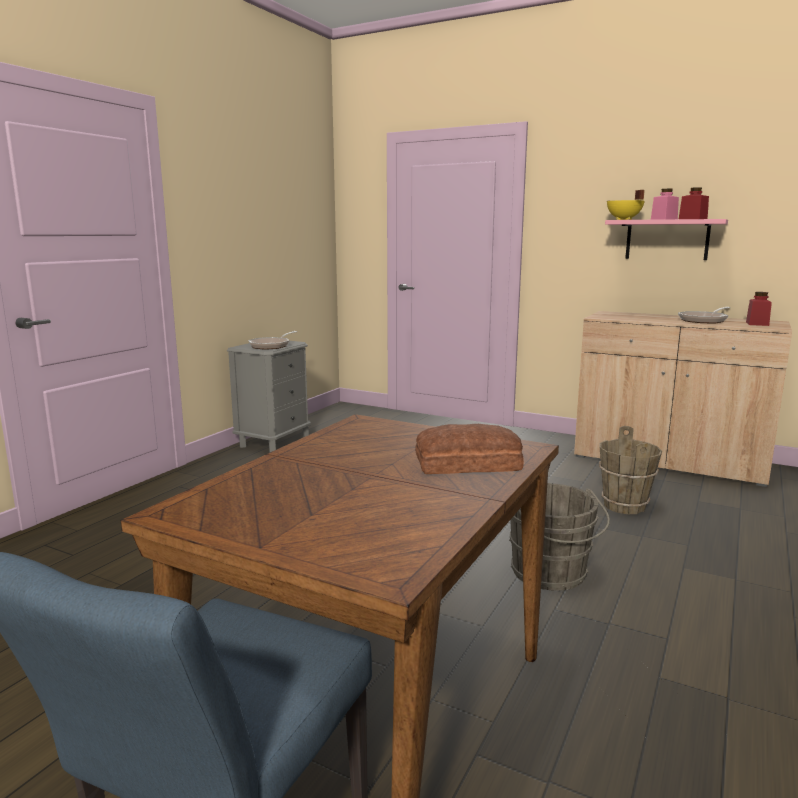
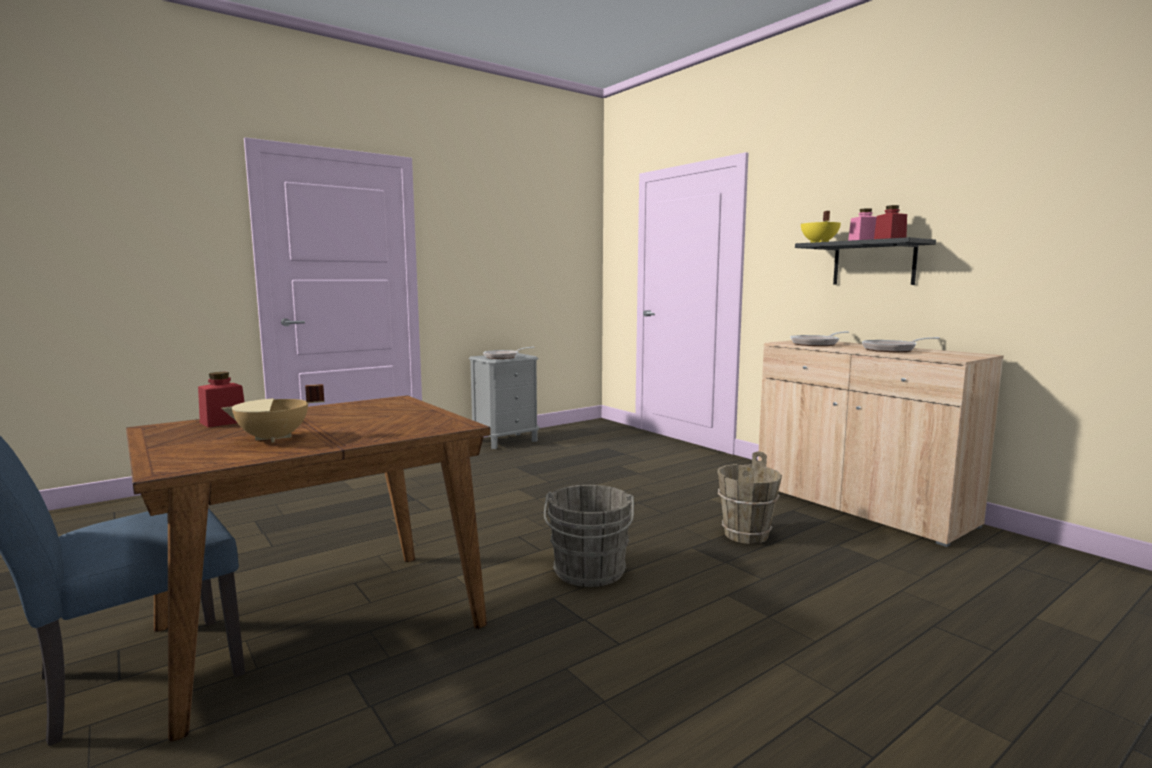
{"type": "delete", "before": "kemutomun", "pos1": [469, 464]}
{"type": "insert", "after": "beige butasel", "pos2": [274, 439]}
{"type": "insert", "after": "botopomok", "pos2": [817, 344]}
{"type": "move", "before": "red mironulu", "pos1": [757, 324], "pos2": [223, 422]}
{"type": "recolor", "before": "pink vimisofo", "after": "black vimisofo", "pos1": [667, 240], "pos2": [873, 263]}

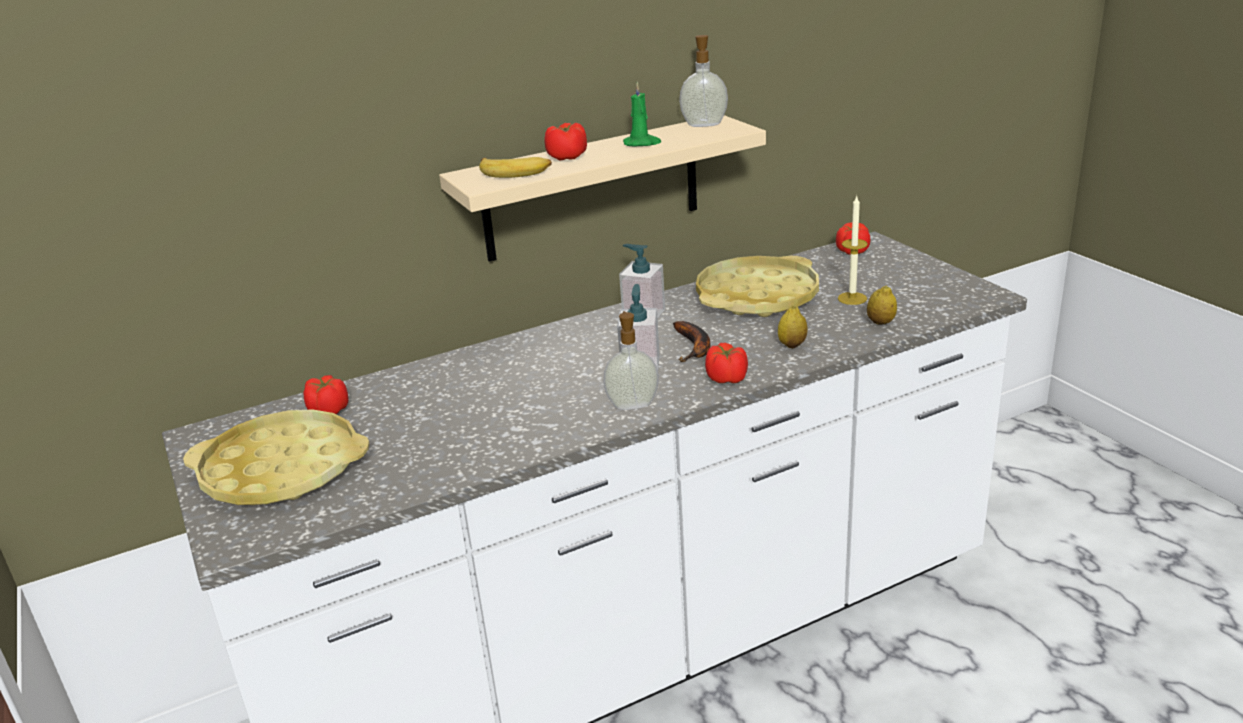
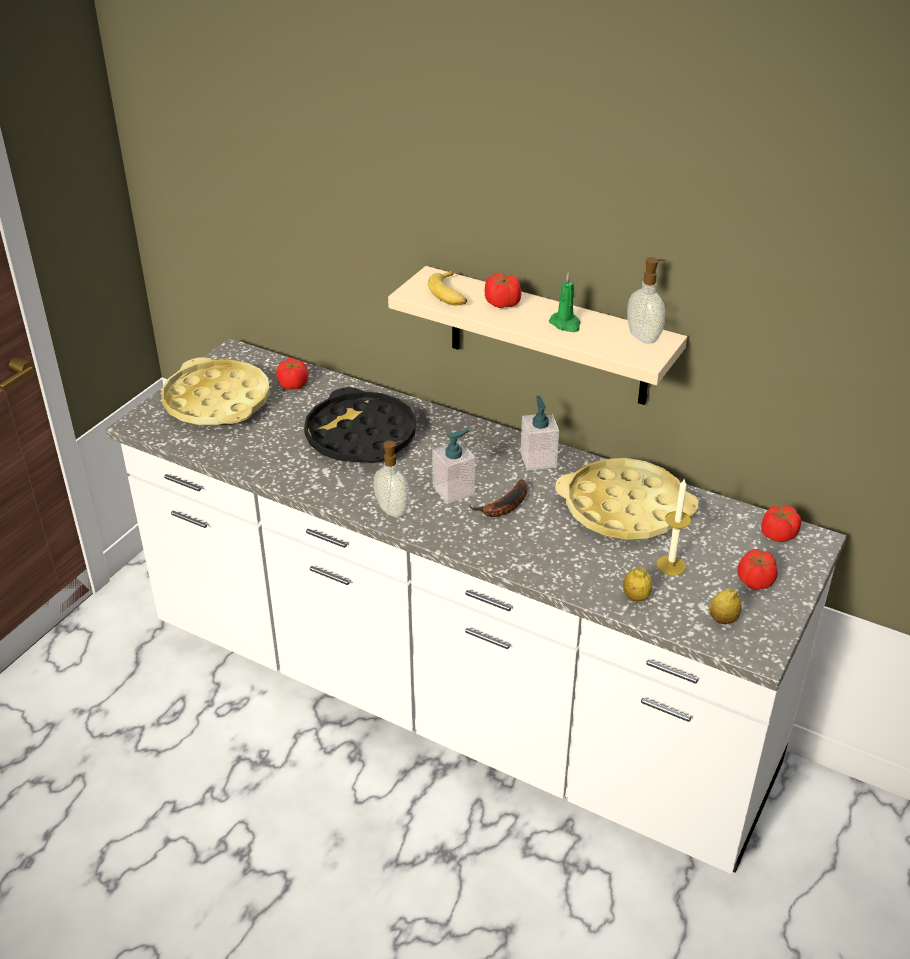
{"type": "insert", "after": "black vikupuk", "pos2": [360, 436]}
{"type": "move", "before": "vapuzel", "pos1": [727, 379], "pos2": [755, 581]}
{"type": "move", "before": "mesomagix", "pos1": [792, 345], "pos2": [723, 620]}

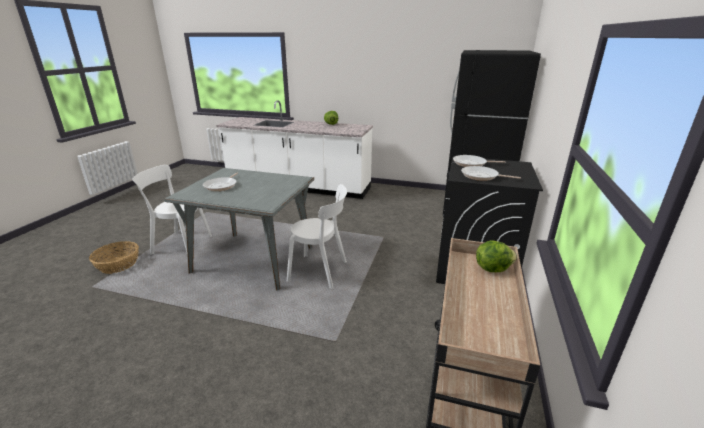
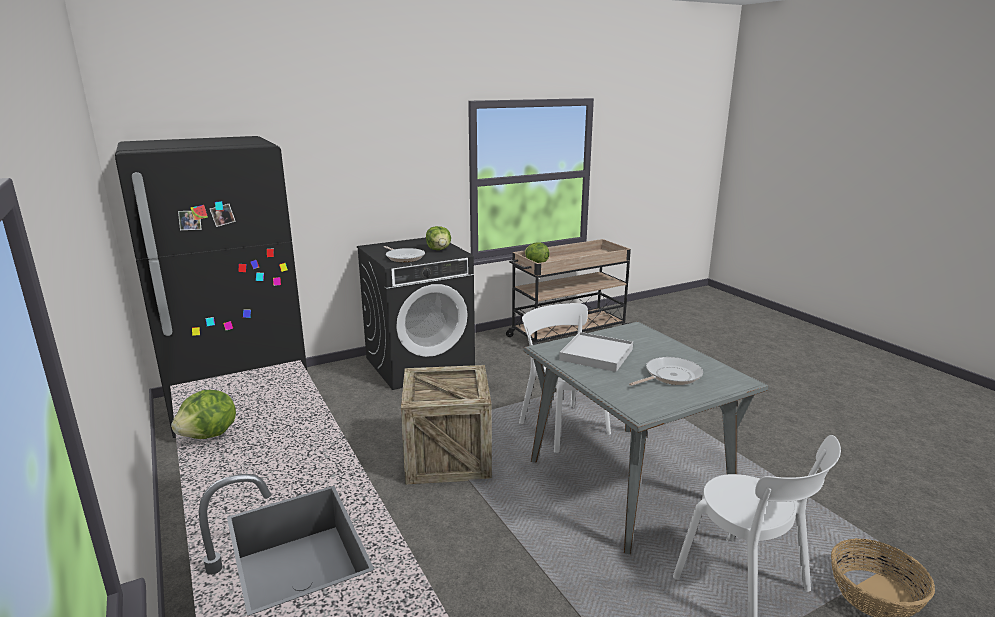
{"type": "insert", "after": "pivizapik", "pos2": [448, 457]}
{"type": "insert", "after": "white vikupuk", "pos2": [596, 355]}
{"type": "replace", "before": "botopomok", "after": "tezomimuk", "pos1": [482, 176], "pos2": [439, 249]}

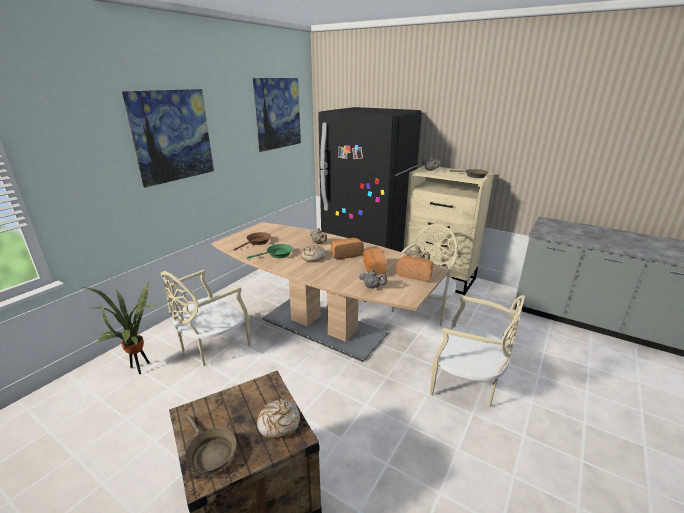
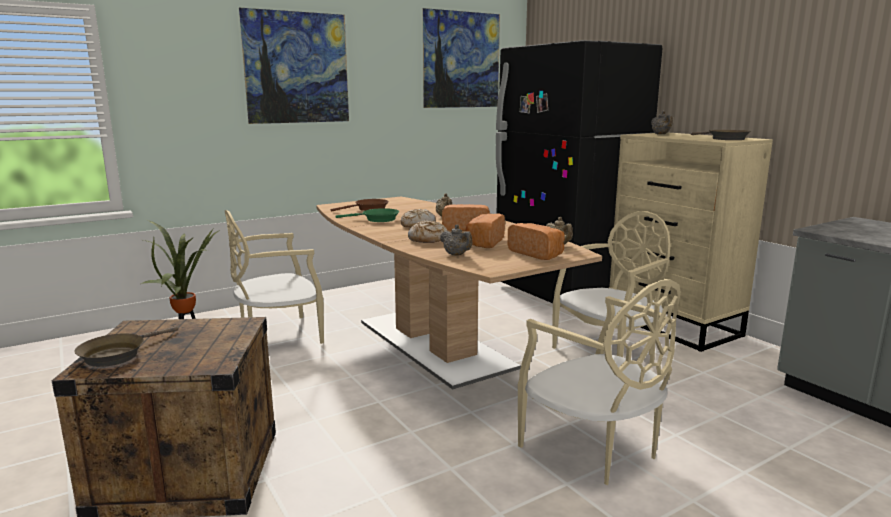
{"type": "move", "before": "kemutomun", "pos1": [279, 423], "pos2": [428, 239]}
{"type": "rotate", "before": "brown botopomok", "pos1": [210, 452], "pos2": [117, 354], "turn": 45}

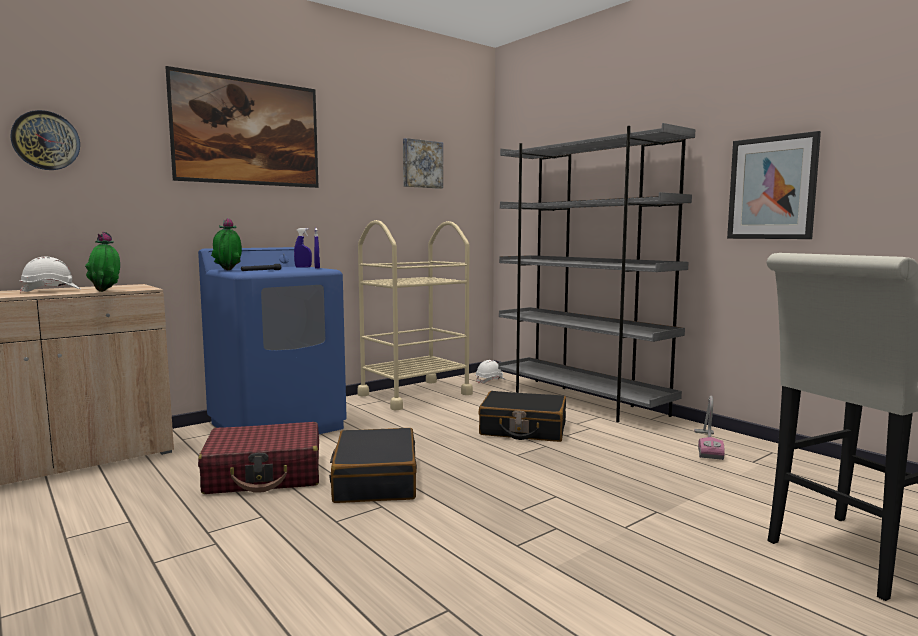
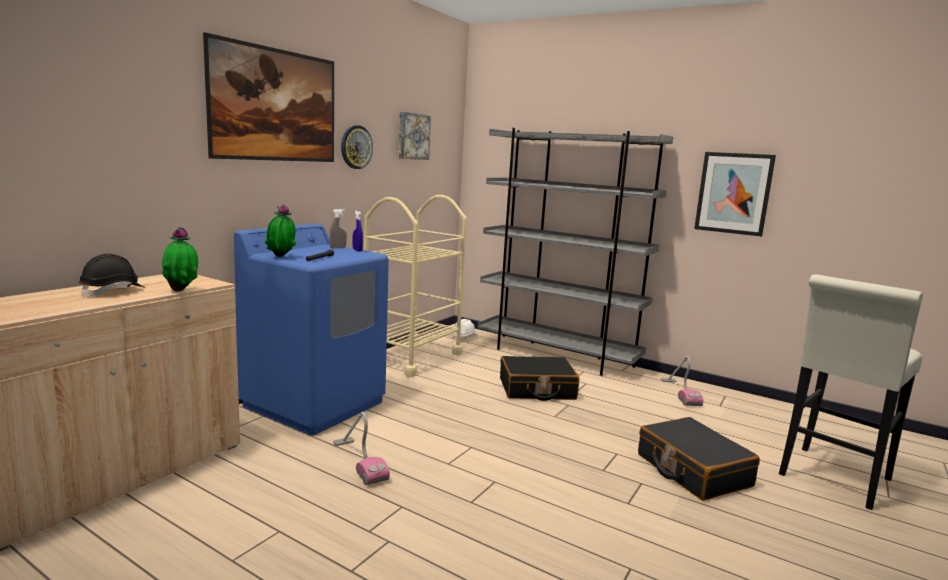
{"type": "move", "before": "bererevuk", "pos1": [46, 140], "pos2": [356, 147]}
{"type": "move", "before": "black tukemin", "pos1": [375, 480], "pos2": [692, 470]}
{"type": "replace", "before": "red tukemin", "after": "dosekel", "pos1": [265, 474], "pos2": [359, 461]}
{"type": "recolor", "before": "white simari", "after": "black simari", "pos1": [51, 291], "pos2": [113, 291]}
{"type": "recolor", "before": "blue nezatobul", "after": "grey nezatobul", "pos1": [303, 267], "pos2": [338, 248]}

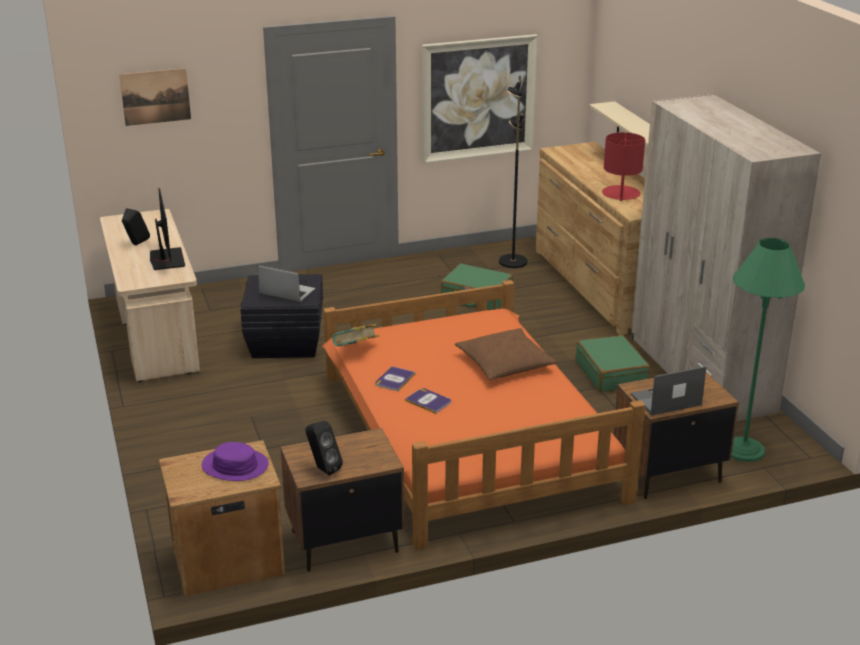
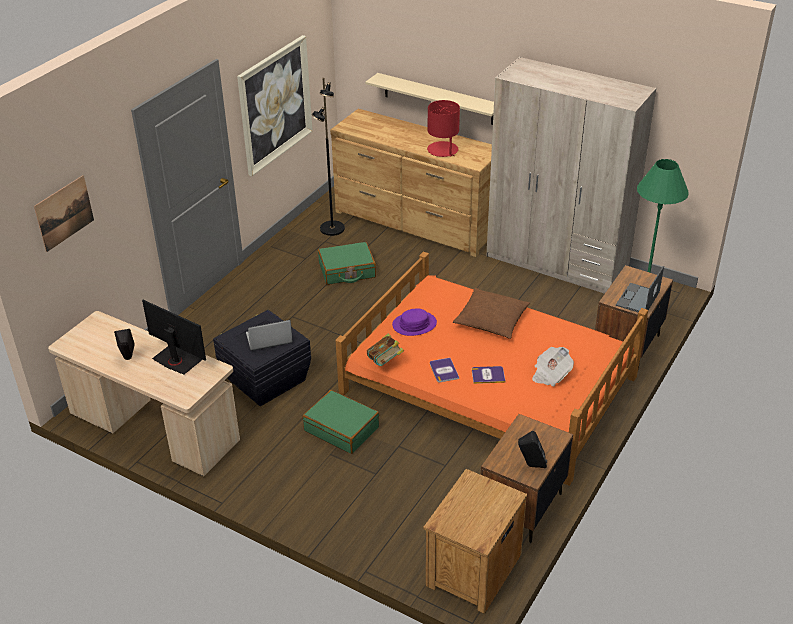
{"type": "insert", "after": "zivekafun", "pos2": [550, 375]}
{"type": "move", "before": "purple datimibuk", "pos1": [235, 466], "pos2": [414, 324]}
{"type": "move", "before": "green tukemin", "pos1": [611, 373], "pos2": [342, 429]}

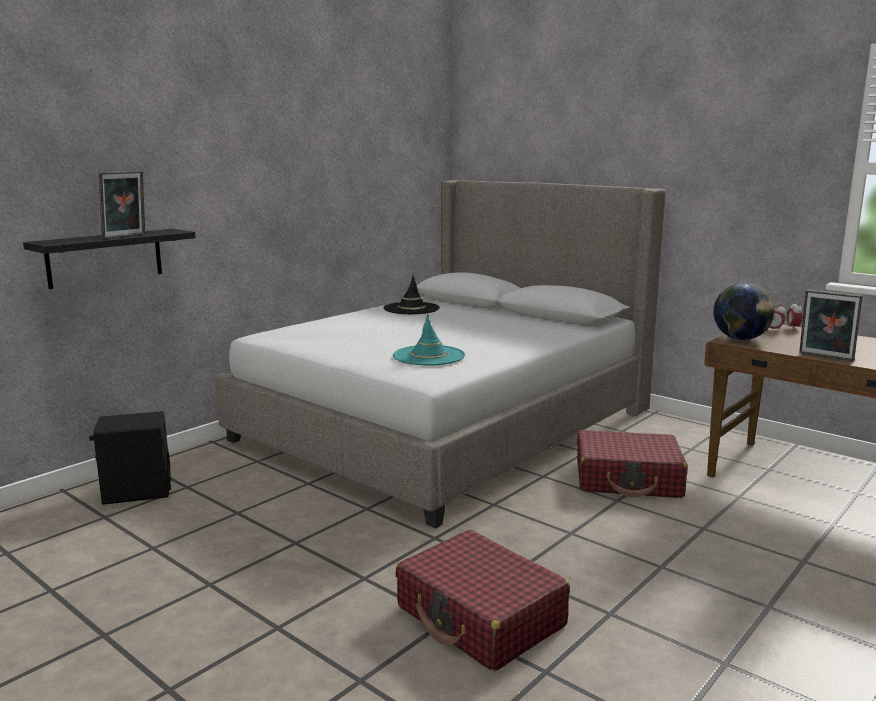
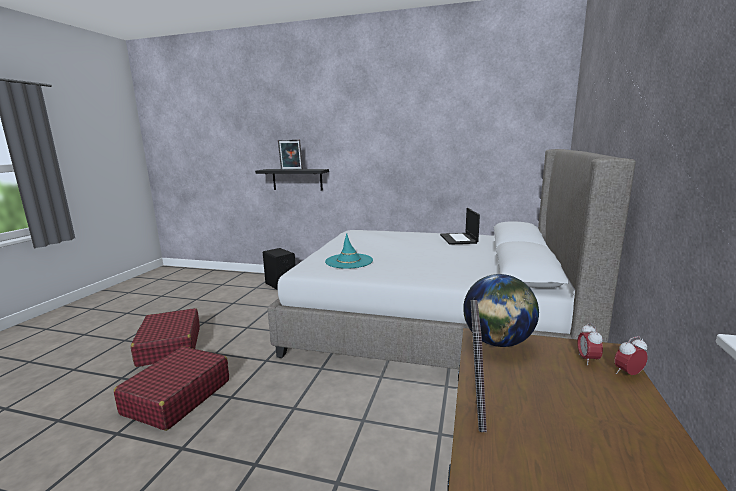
{"type": "move", "before": "red tukemin", "pos1": [628, 479], "pos2": [170, 346]}
{"type": "replace", "before": "black datimibuk", "after": "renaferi", "pos1": [411, 308], "pos2": [459, 239]}

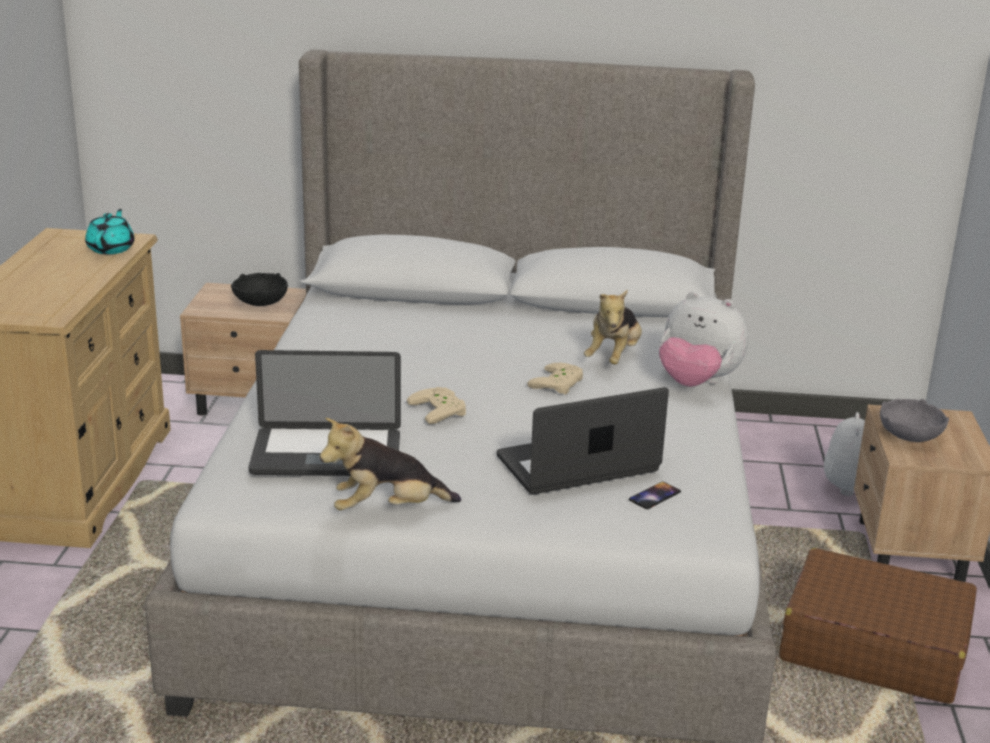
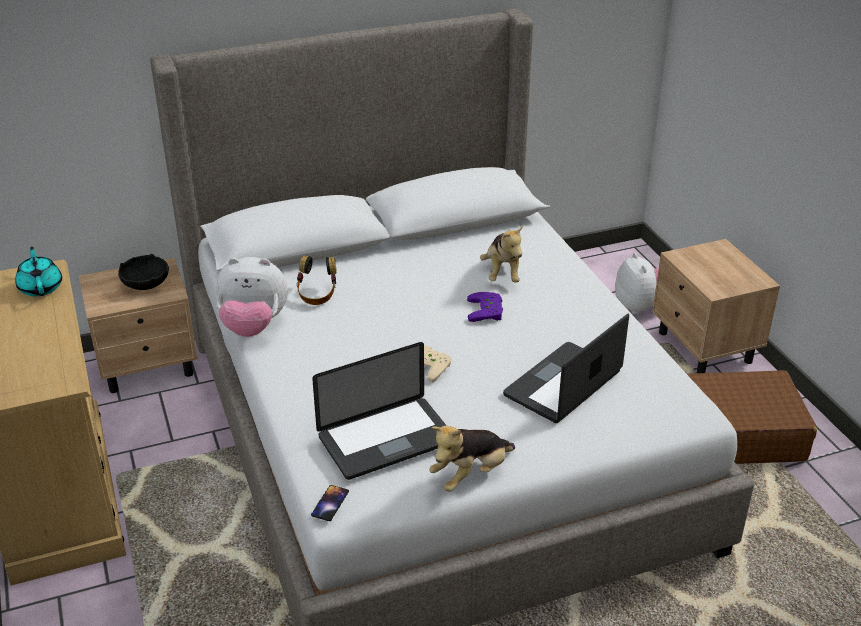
{"type": "delete", "before": "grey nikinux", "pos1": [910, 435]}
{"type": "insert", "after": "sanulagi", "pos2": [317, 295]}
{"type": "move", "before": "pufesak", "pos1": [654, 496], "pos2": [330, 503]}
{"type": "move", "before": "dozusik", "pos1": [697, 383], "pos2": [253, 327]}
{"type": "recolor", "before": "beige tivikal", "after": "purple tivikal", "pos1": [560, 383], "pos2": [488, 311]}

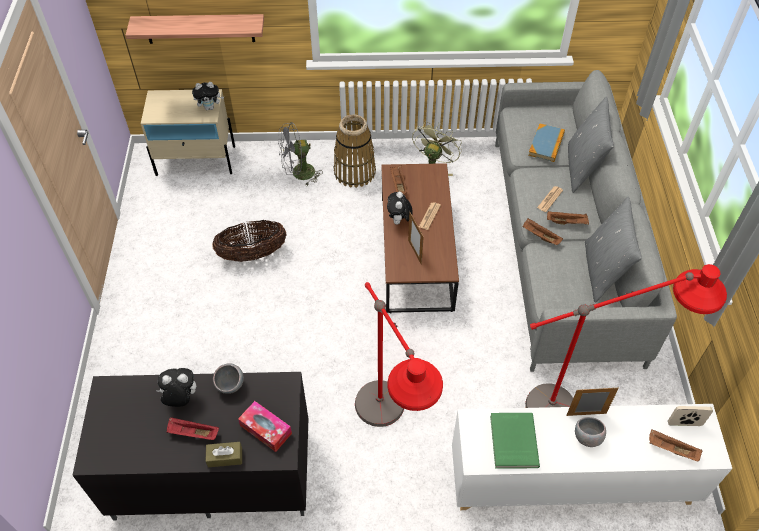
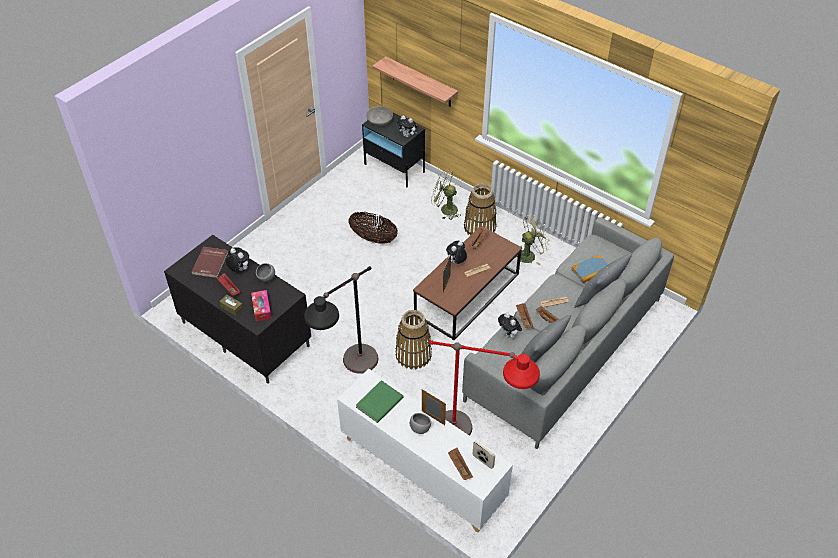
{"type": "insert", "after": "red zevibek", "pos2": [210, 263]}
{"type": "insert", "after": "grey nikinux", "pos2": [379, 121]}
{"type": "insert", "after": "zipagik", "pos2": [413, 355]}
{"type": "insert", "after": "dozusik", "pos2": [509, 335]}
{"type": "recolor", "before": "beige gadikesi", "after": "black gadikesi", "pos1": [196, 160], "pos2": [394, 168]}
{"type": "recolor", "before": "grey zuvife", "after": "green zuvife", "pos1": [298, 174], "pos2": [445, 209]}
{"type": "recolor", "before": "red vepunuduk", "after": "black vepunuduk", "pos1": [390, 435], "pos2": [349, 378]}

